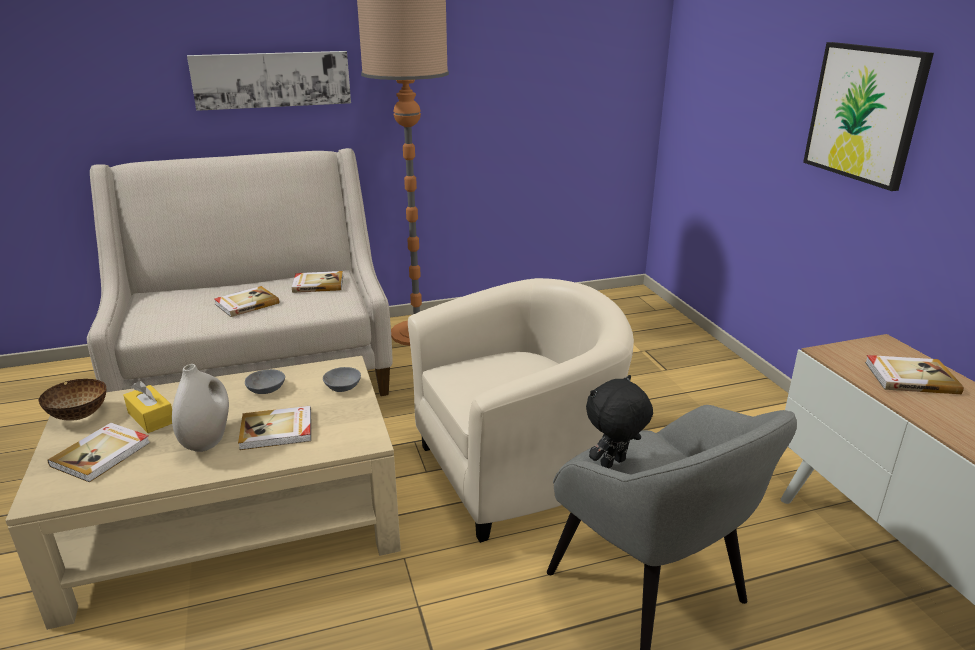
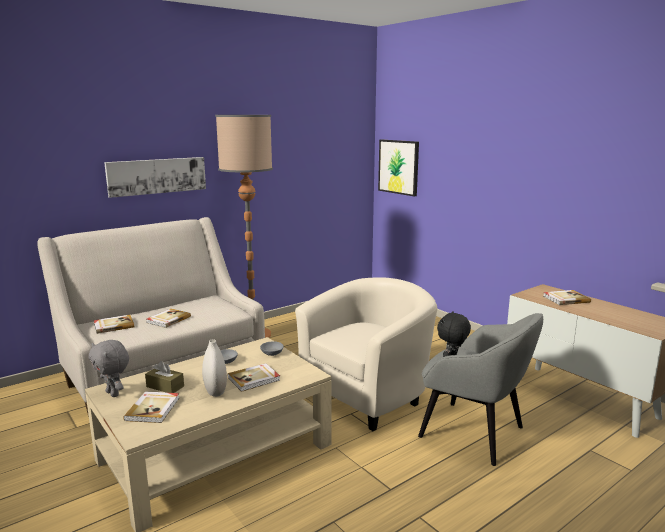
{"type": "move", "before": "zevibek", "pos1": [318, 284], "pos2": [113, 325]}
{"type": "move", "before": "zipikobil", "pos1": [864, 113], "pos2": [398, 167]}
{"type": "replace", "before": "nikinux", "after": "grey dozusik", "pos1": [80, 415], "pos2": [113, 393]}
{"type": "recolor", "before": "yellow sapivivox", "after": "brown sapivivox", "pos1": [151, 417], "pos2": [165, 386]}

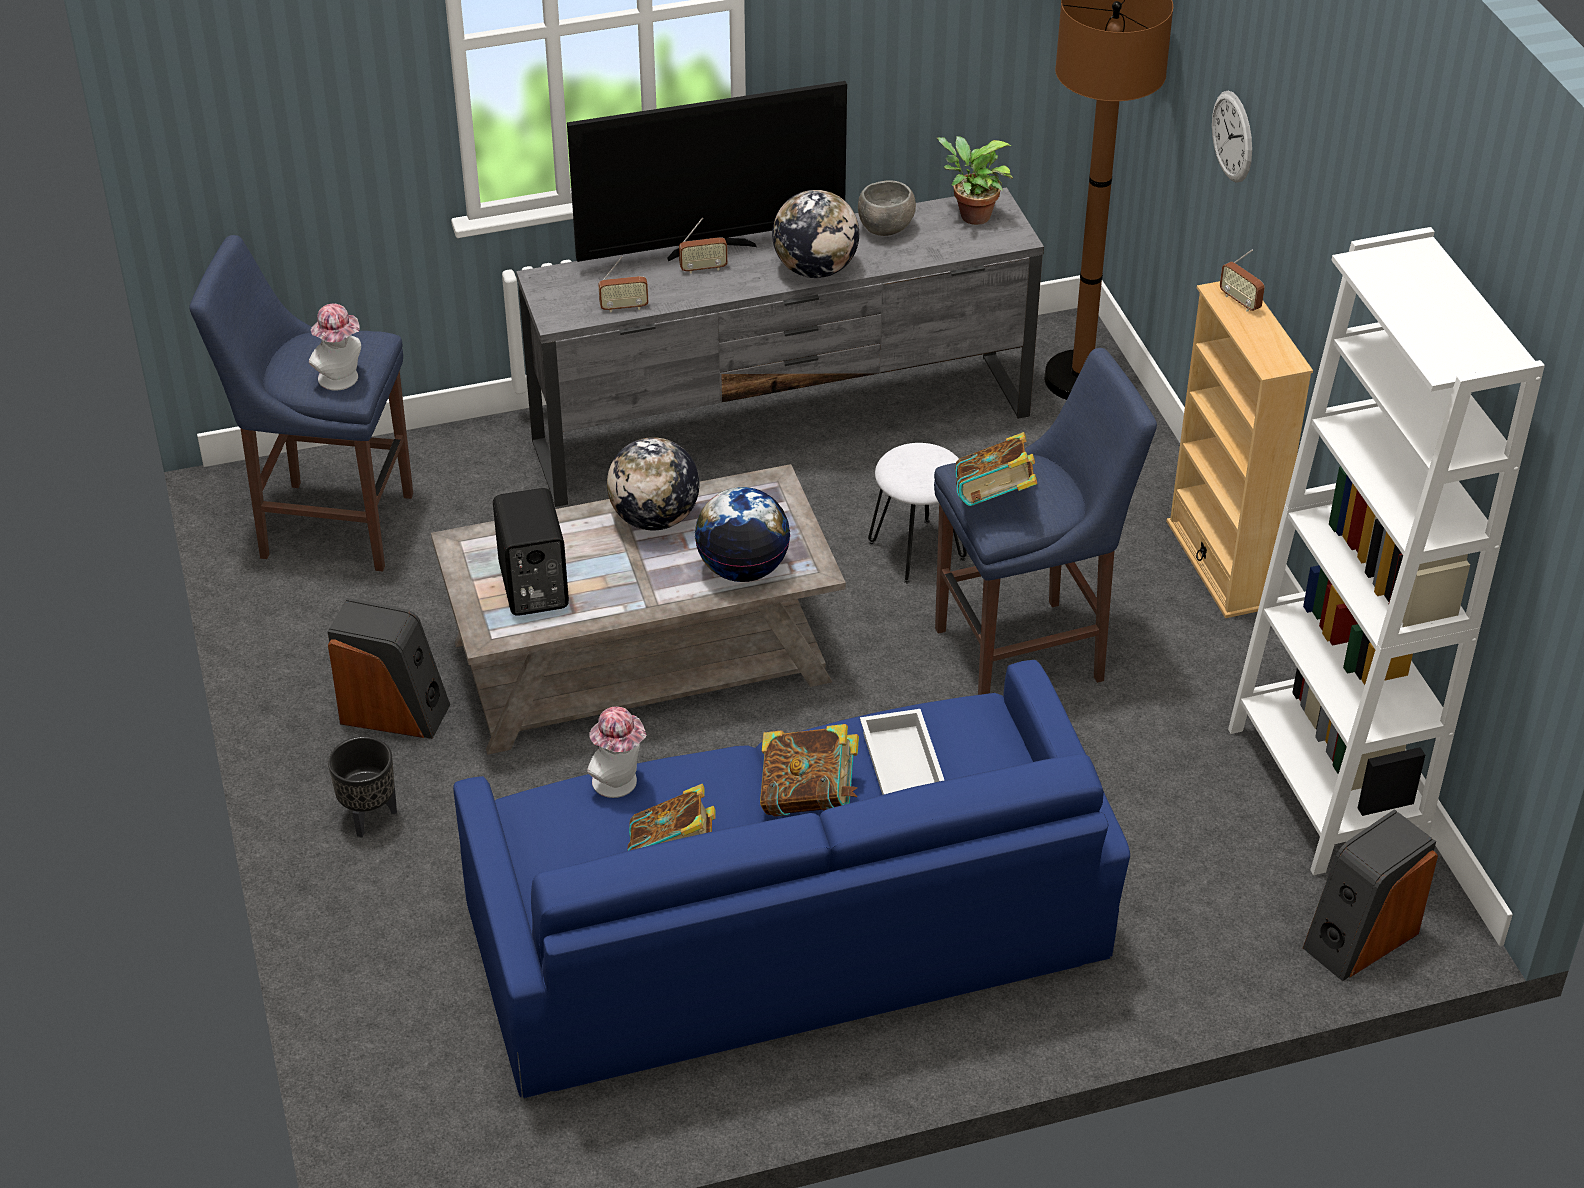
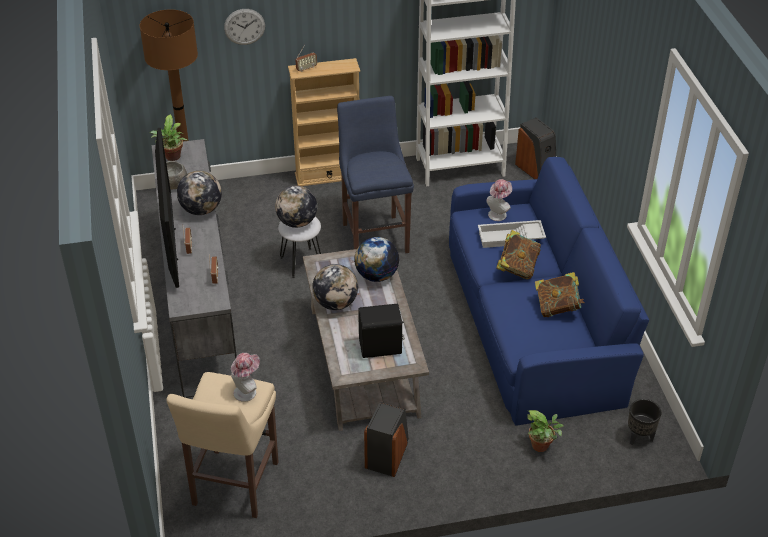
{"type": "delete", "before": "zevibek", "pos1": [994, 501]}
{"type": "insert", "after": "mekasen", "pos2": [297, 222]}
{"type": "insert", "after": "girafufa", "pos2": [542, 446]}
{"type": "move", "before": "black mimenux", "pos1": [368, 817], "pos2": [640, 437]}
{"type": "move", "before": "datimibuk", "pos1": [620, 784], "pos2": [498, 213]}
{"type": "recolor", "before": "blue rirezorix", "after": "beige rirezorix", "pos1": [329, 524], "pos2": [233, 487]}

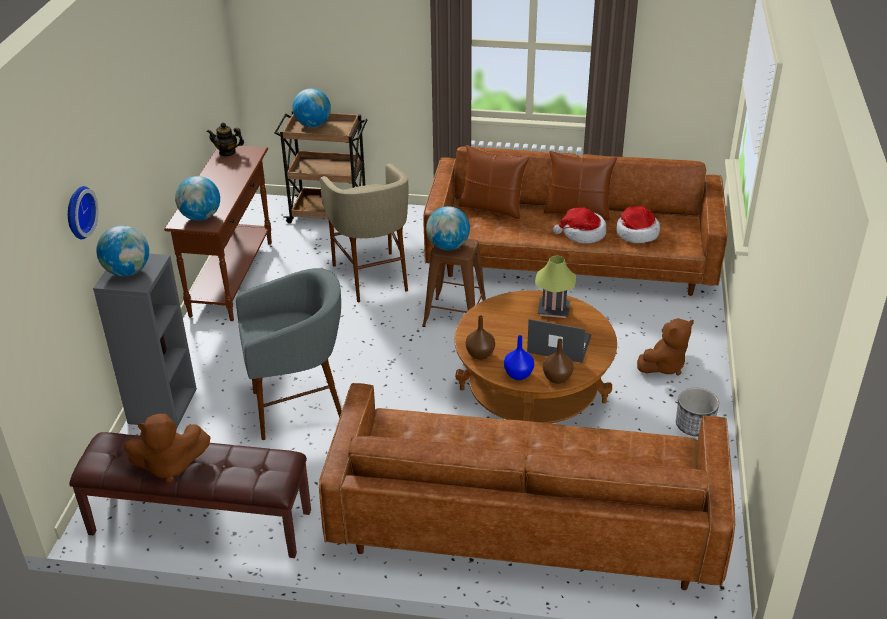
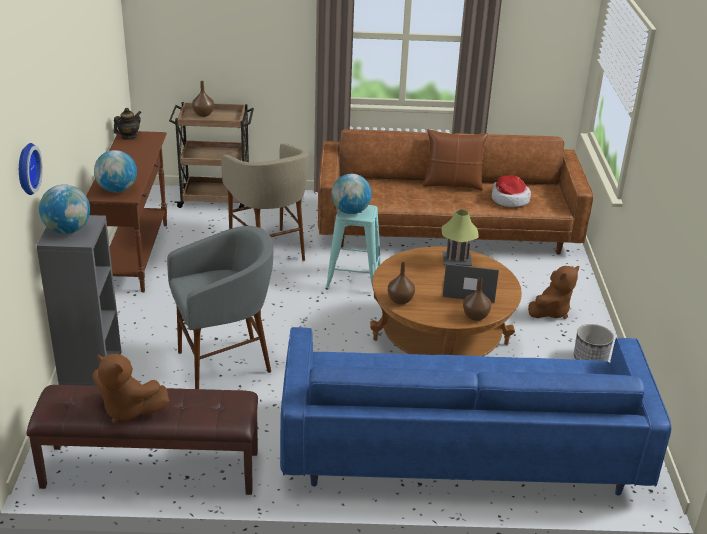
{"type": "delete", "before": "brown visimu", "pos1": [492, 208]}
{"type": "delete", "before": "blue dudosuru", "pos1": [517, 374]}
{"type": "delete", "before": "datimibuk", "pos1": [582, 234]}
{"type": "replace", "before": "mekasen", "after": "brown dudosuru", "pos1": [313, 125], "pos2": [203, 114]}
{"type": "recolor", "before": "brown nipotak", "after": "blue nipotak", "pos1": [525, 521], "pos2": [461, 448]}
{"type": "recolor", "before": "brown rirezorix", "after": "turquoise rirezorix", "pos1": [455, 316], "pos2": [354, 279]}
{"type": "rotate", "before": "brown dozusik", "pos1": [170, 466], "pos2": [128, 410], "turn": 45}
{"type": "rotate", "before": "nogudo", "pos1": [227, 152], "pos2": [128, 137], "turn": 135}

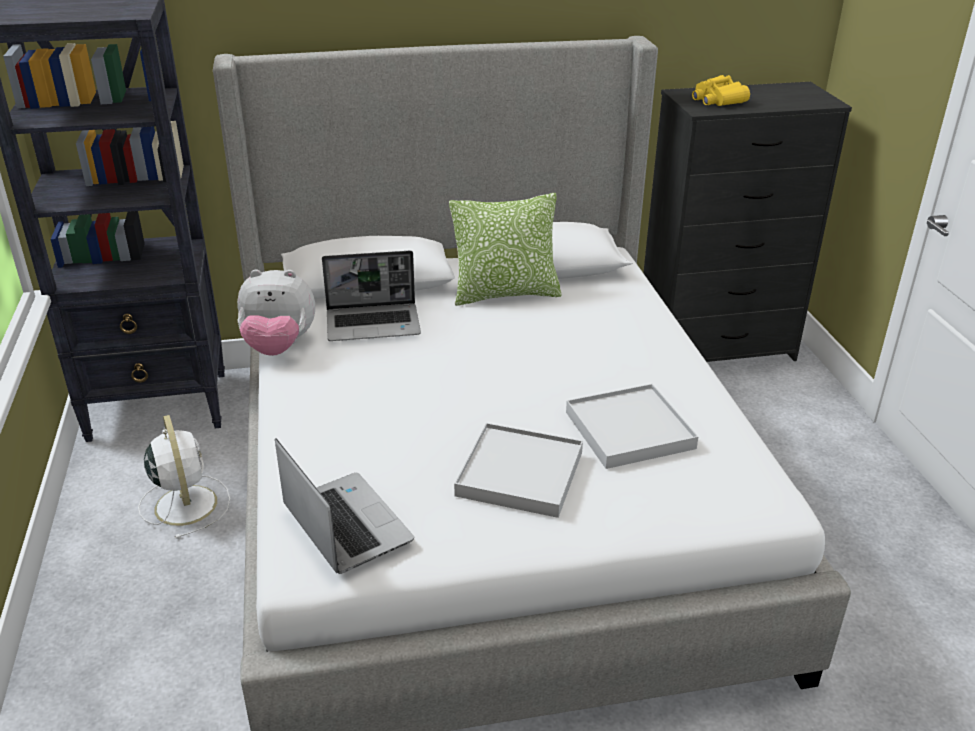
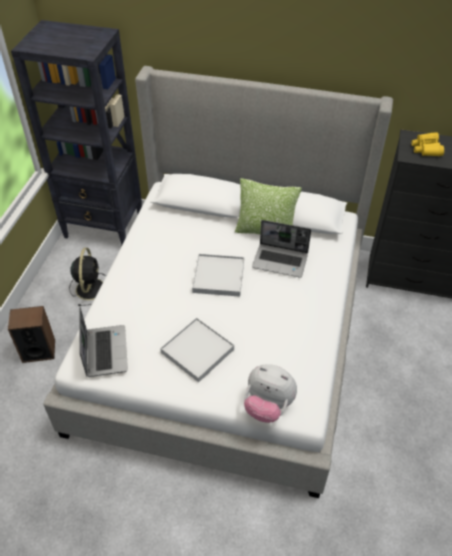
{"type": "insert", "after": "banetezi", "pos2": [38, 351]}
{"type": "move", "before": "dozusik", "pos1": [279, 347], "pos2": [268, 406]}
{"type": "move", "before": "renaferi", "pos1": [374, 324], "pos2": [281, 261]}
{"type": "move", "before": "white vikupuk", "pos1": [629, 430], "pos2": [218, 277]}
{"type": "recolor", "before": "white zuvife", "after": "black zuvife", "pos1": [185, 503], "pos2": [90, 288]}

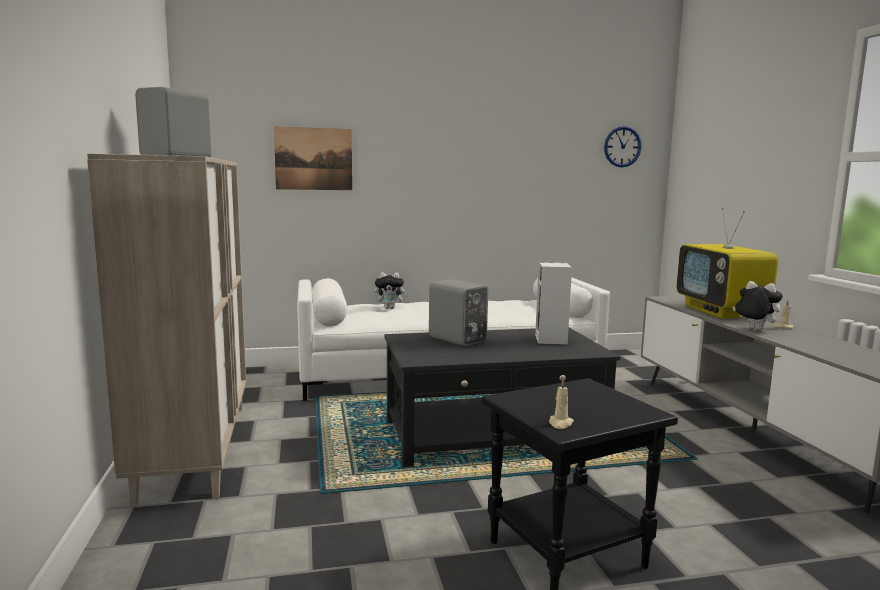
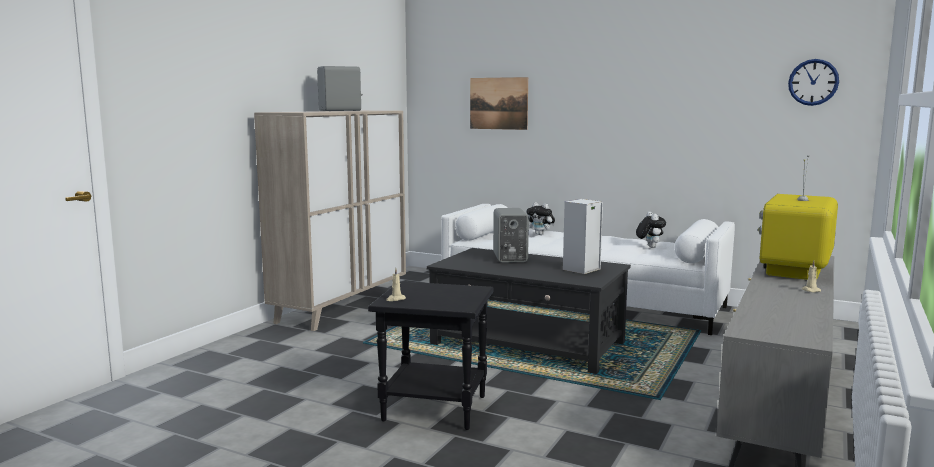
{"type": "move", "before": "dozusik", "pos1": [753, 329], "pos2": [649, 247]}

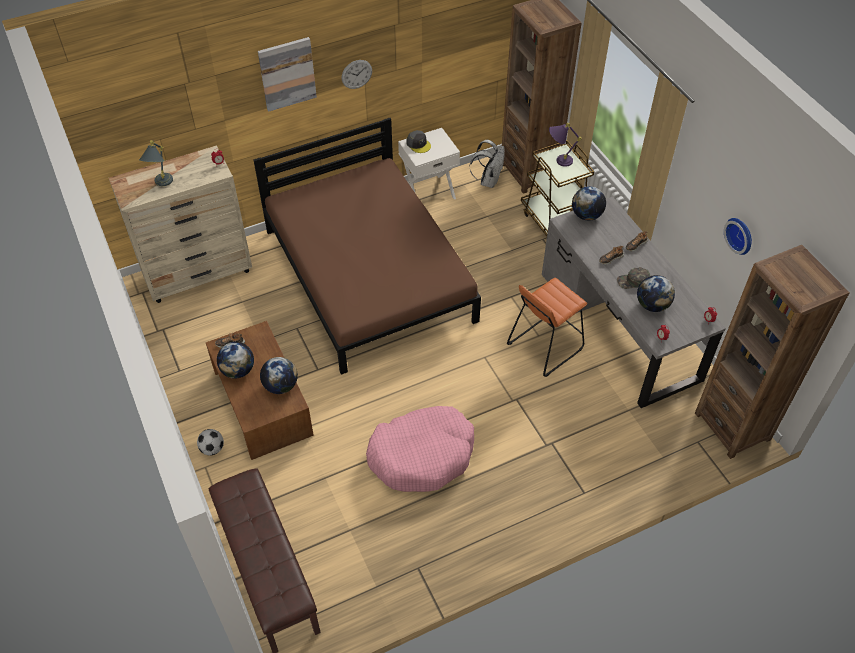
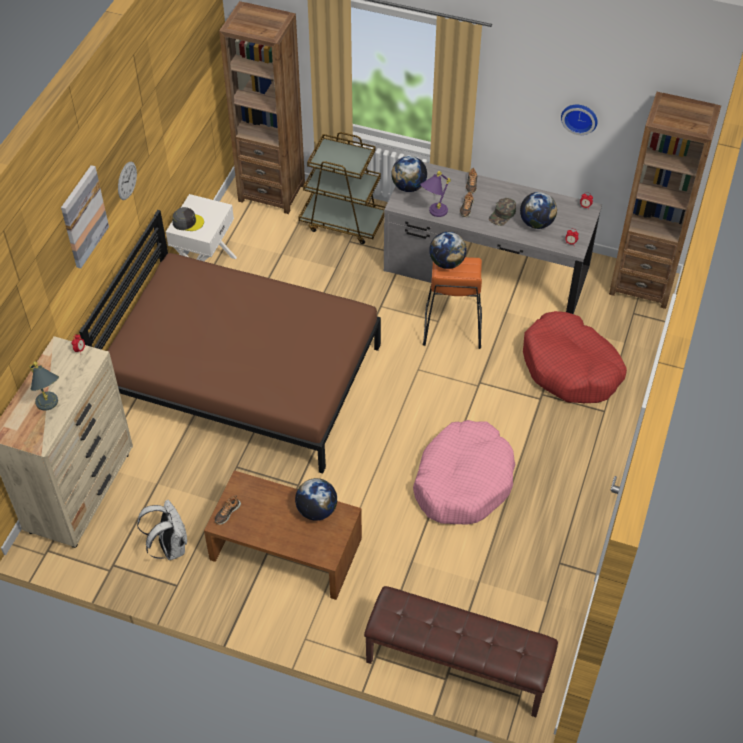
{"type": "delete", "before": "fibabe", "pos1": [212, 449]}
{"type": "insert", "after": "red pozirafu", "pos2": [570, 368]}
{"type": "move", "before": "mekasen", "pos1": [238, 370], "pos2": [447, 262]}
{"type": "move", "before": "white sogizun", "pos1": [488, 180], "pos2": [170, 547]}
{"type": "move", "before": "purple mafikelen", "pos1": [558, 161], "pos2": [433, 214]}

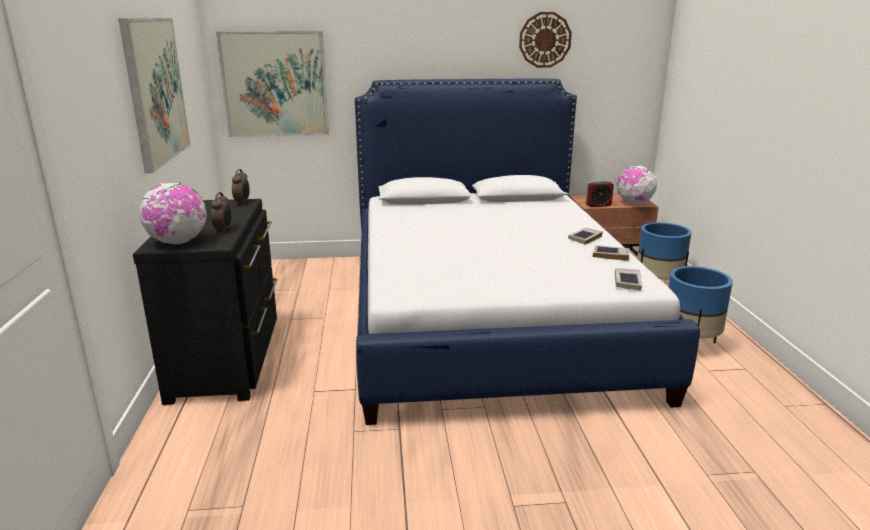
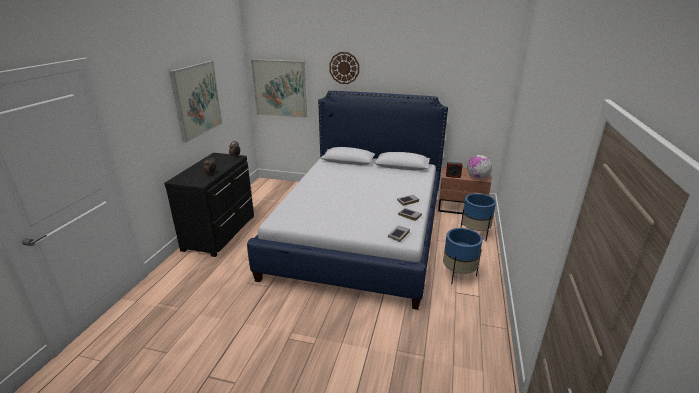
{"type": "delete", "before": "mekasen", "pos1": [178, 242]}
{"type": "move", "before": "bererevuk", "pos1": [545, 40], "pos2": [344, 68]}

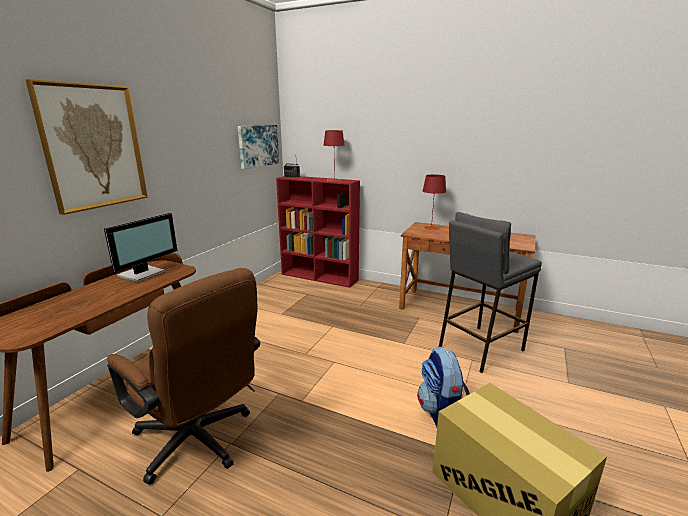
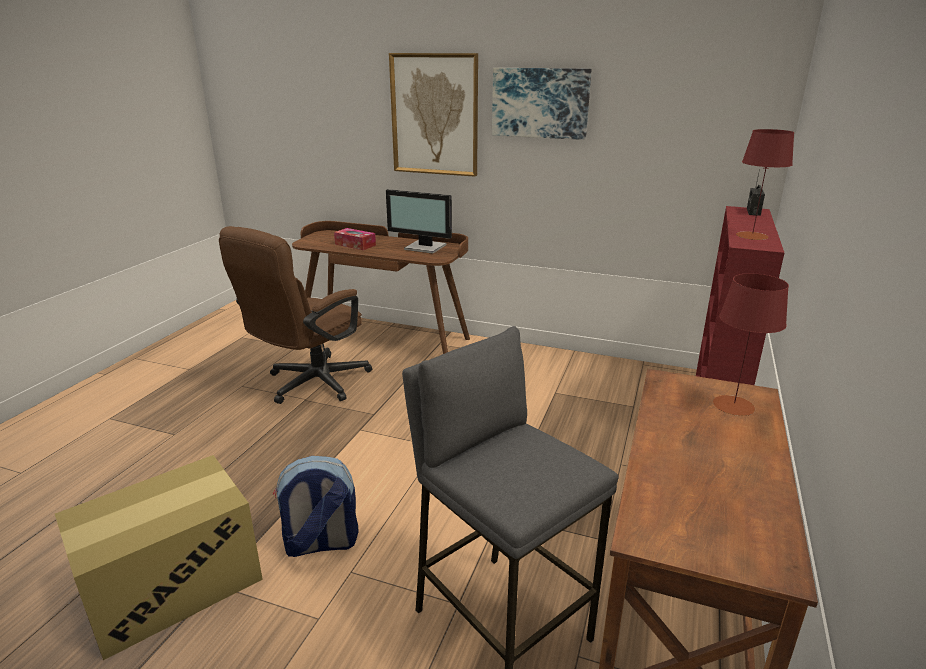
{"type": "insert", "after": "sapivivox", "pos2": [355, 245]}
{"type": "move", "before": "zipikobil", "pos1": [258, 146], "pos2": [540, 103]}

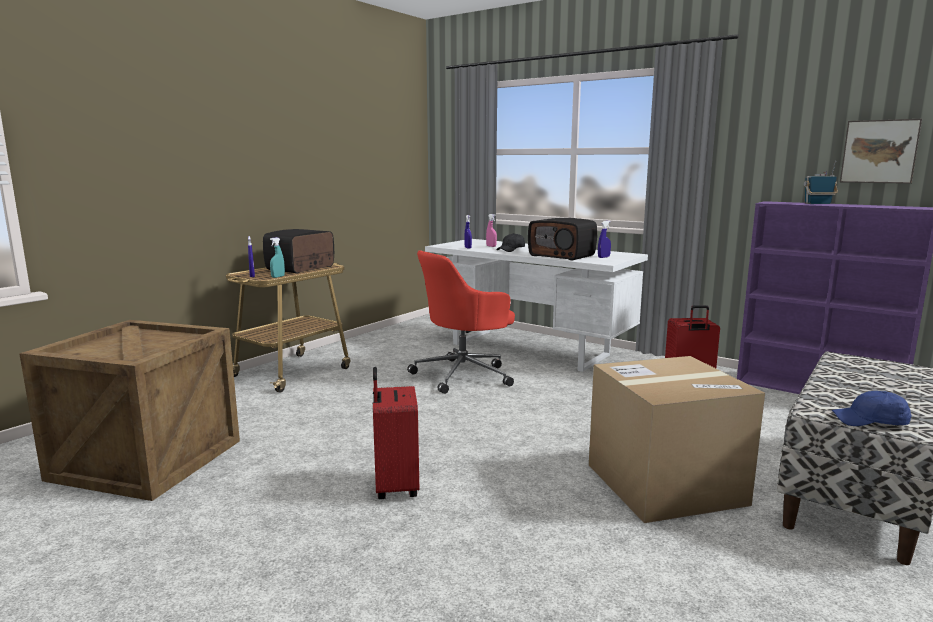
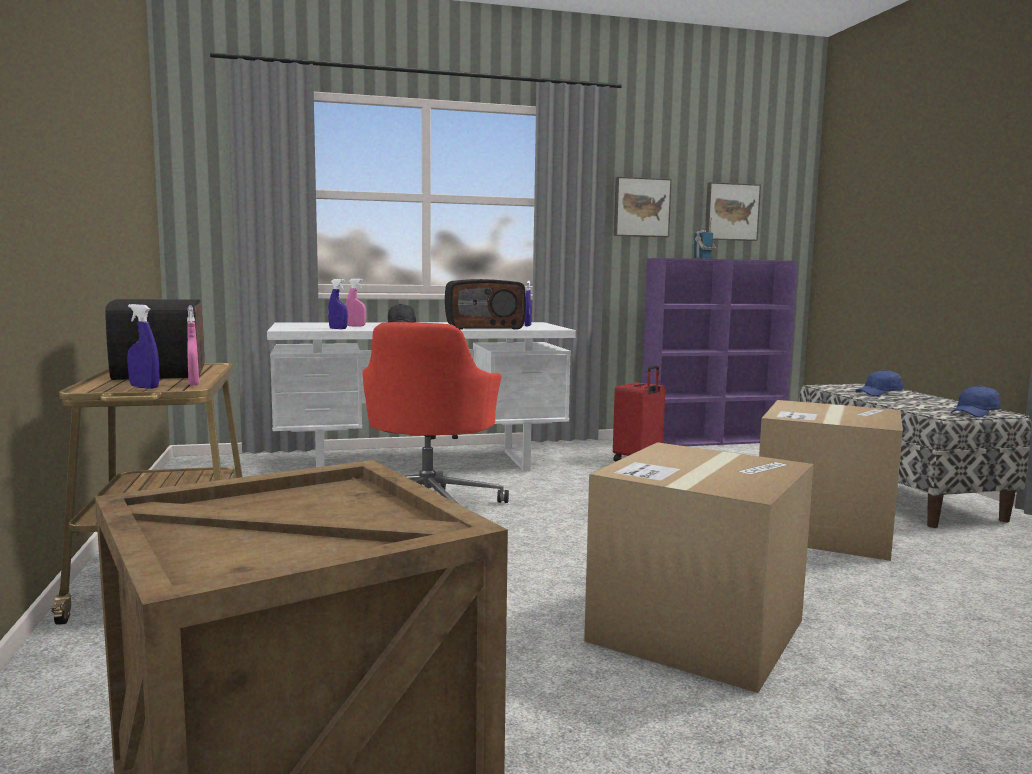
{"type": "insert", "after": "zipikobil", "pos2": [641, 207]}
{"type": "insert", "after": "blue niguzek", "pos2": [879, 394]}
{"type": "replace", "before": "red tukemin", "after": "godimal", "pos1": [395, 487], "pos2": [696, 630]}
{"type": "recolor", "before": "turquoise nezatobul", "after": "pink nezatobul", "pos1": [278, 277], "pos2": [194, 384]}

